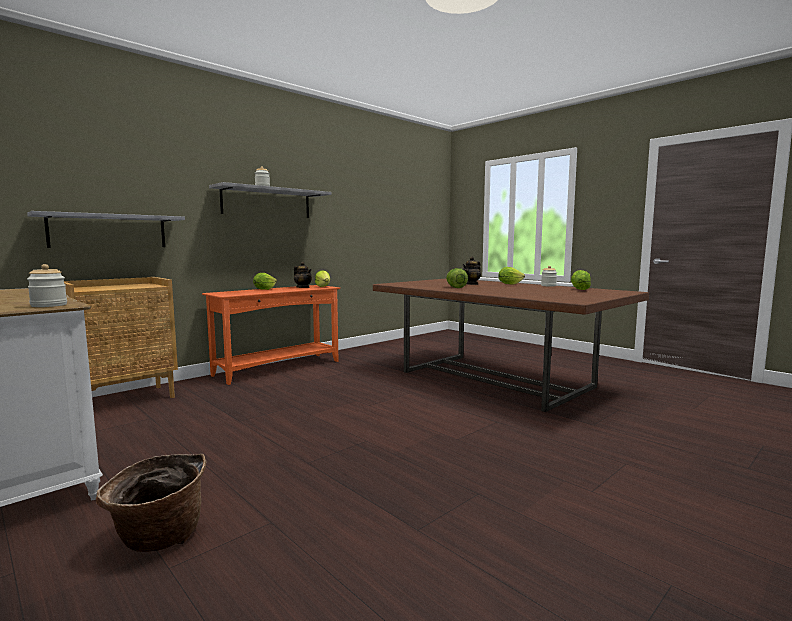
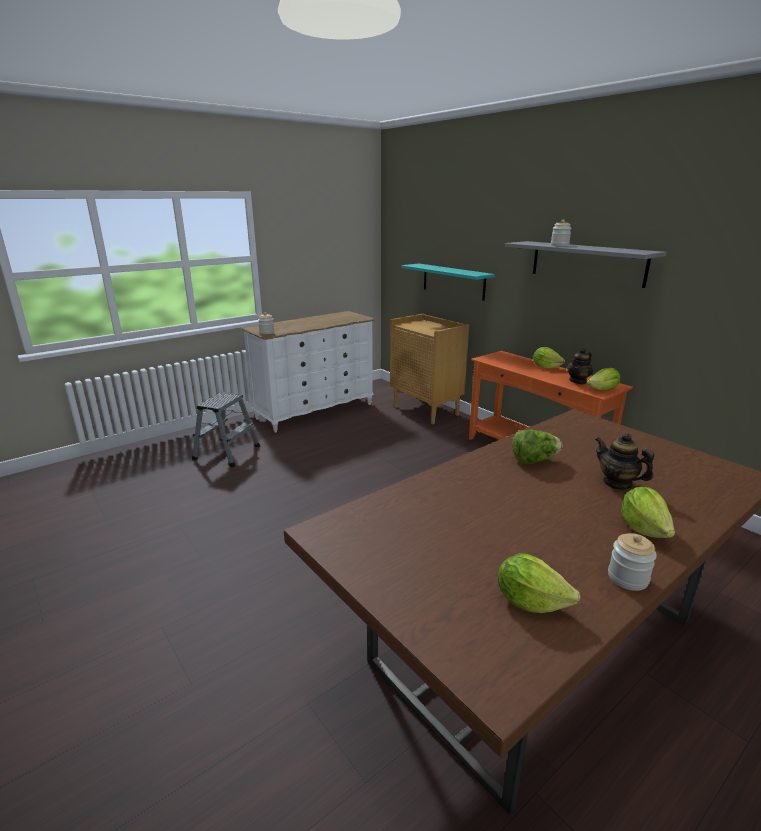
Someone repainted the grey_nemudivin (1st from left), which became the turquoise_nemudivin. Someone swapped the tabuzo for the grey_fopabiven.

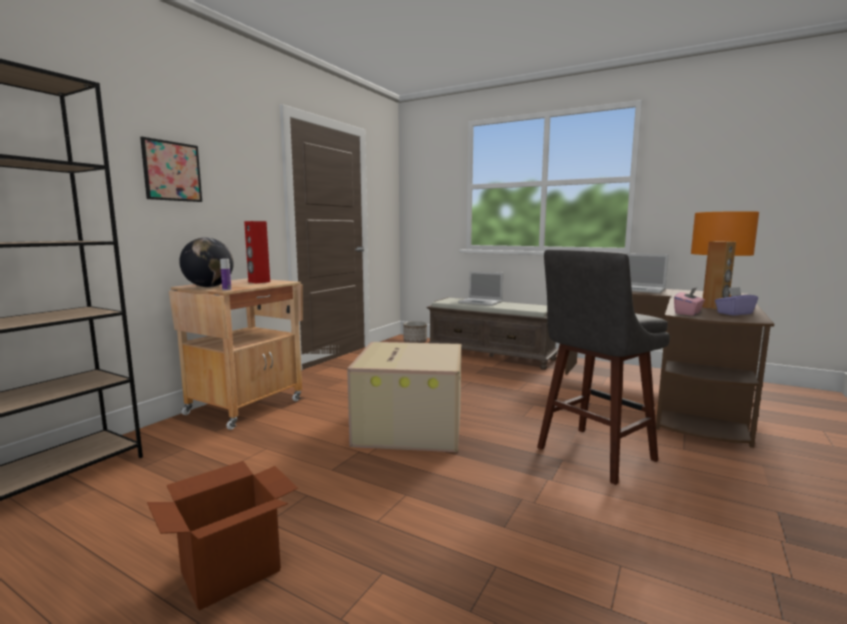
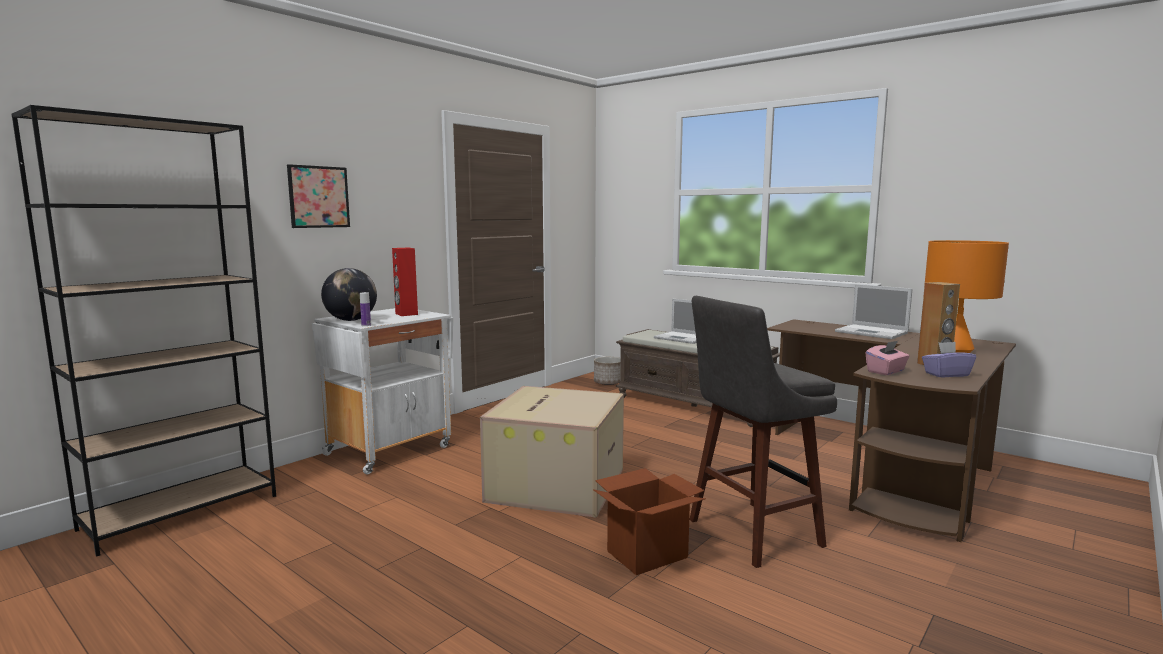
Someone carried the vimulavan (1st from left in the first image). Someone repainted the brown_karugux, which became the white_karugux.

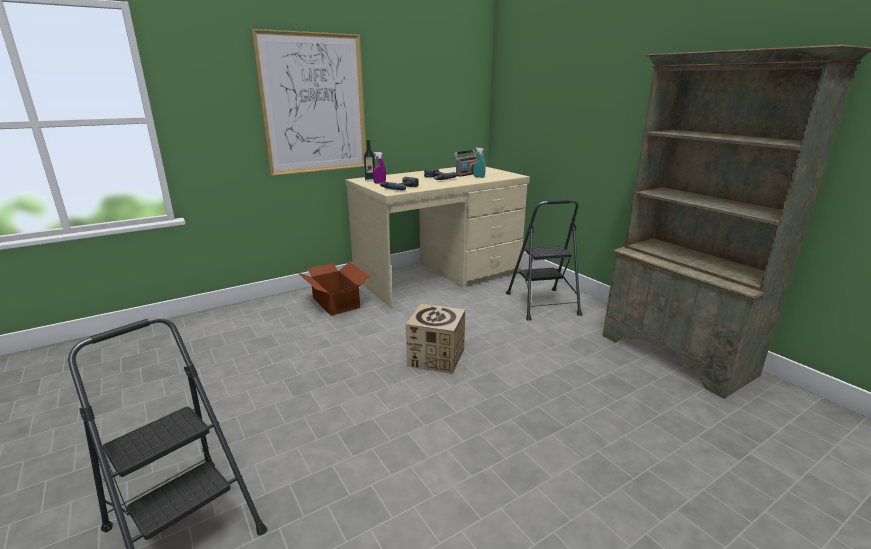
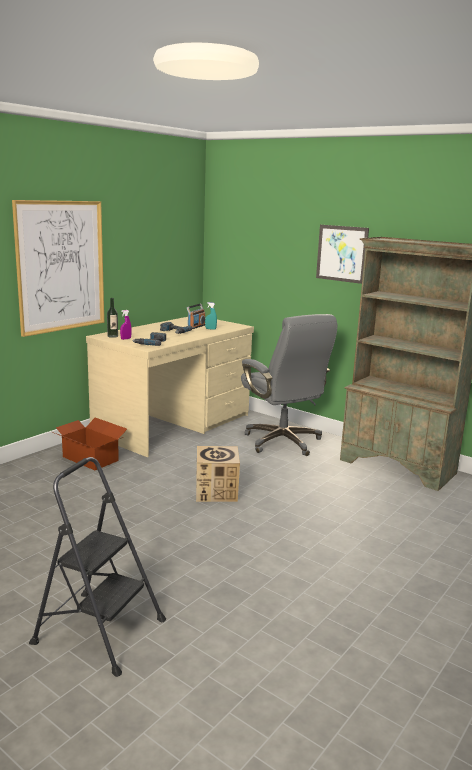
Someone swapped the black_fopabiven (2nd from left) for the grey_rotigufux. Someone put up the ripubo (2nd from left).

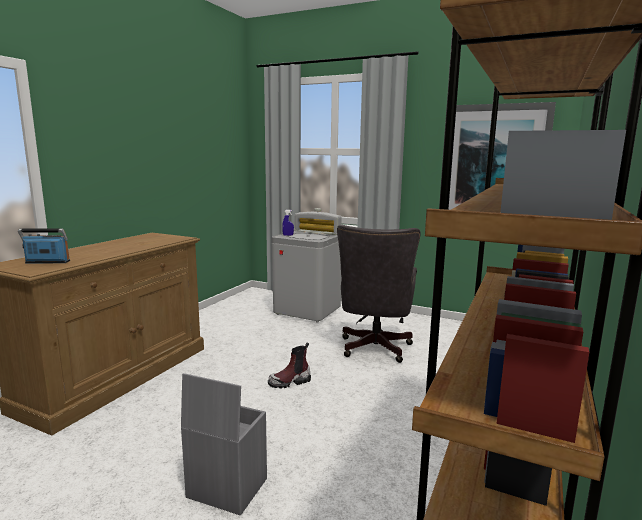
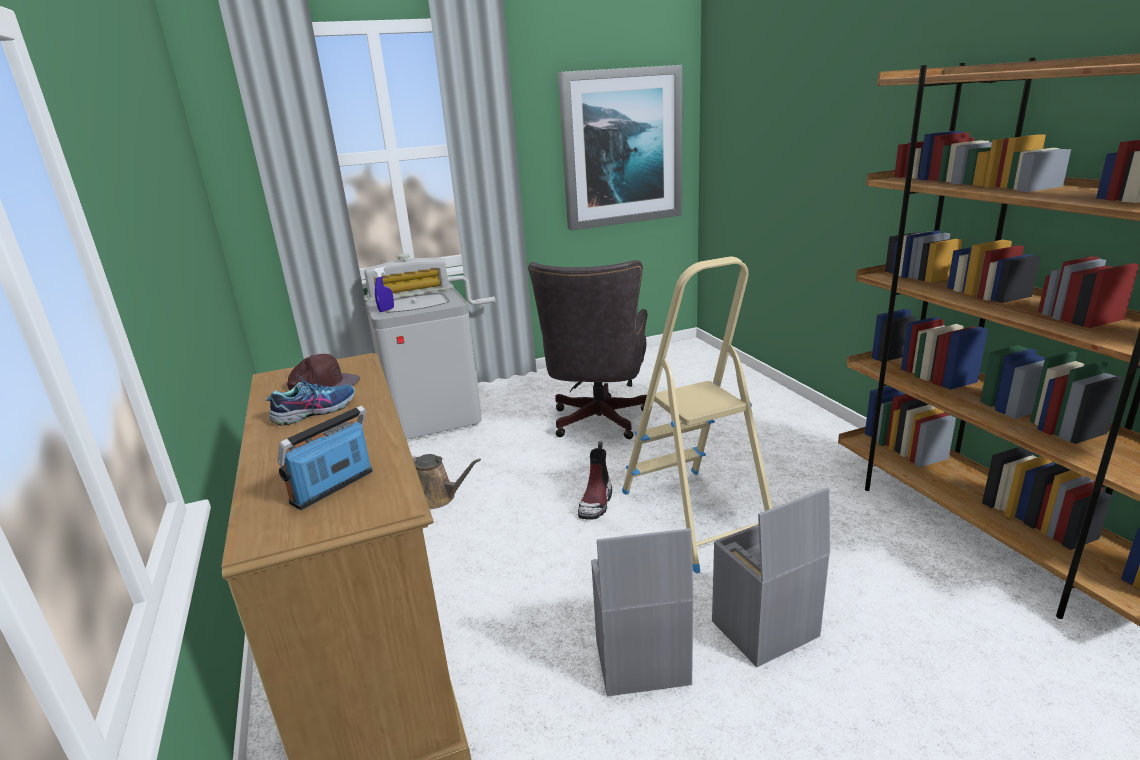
Someone rotated the grey_rotigufux by 45 degrees clockwise. Someone put down the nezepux. Someone put down the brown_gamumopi. Someone put down the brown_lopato. Someone put down the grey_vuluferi (1st from left). Someone put down the beige_fopabiven.

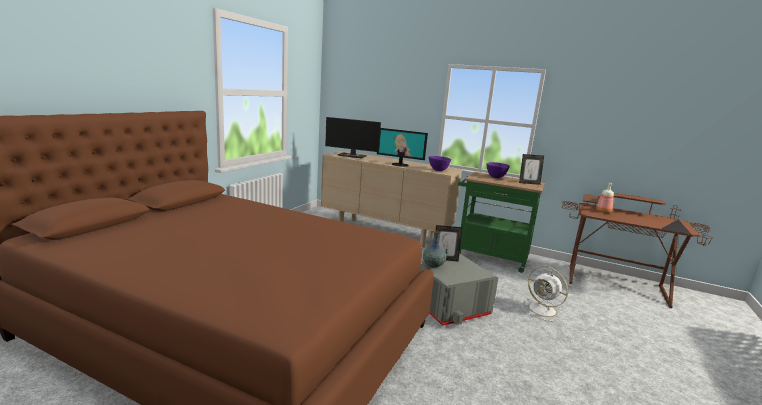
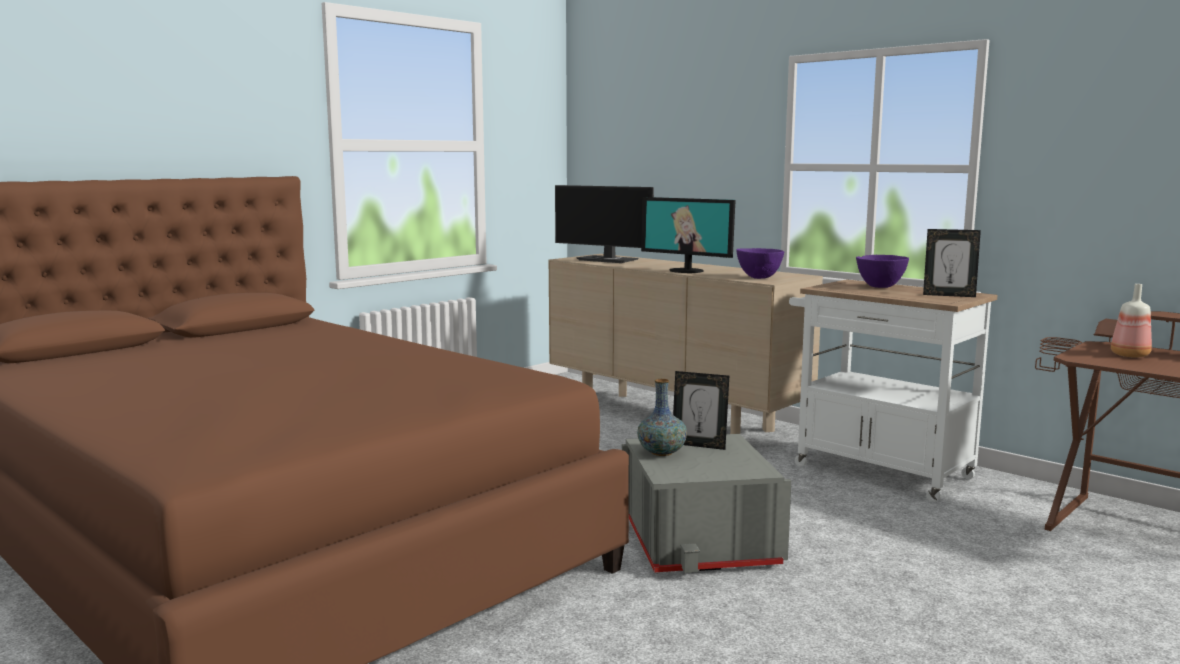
Someone repainted the green_karugux, which became the white_karugux. Someone took away the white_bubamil.

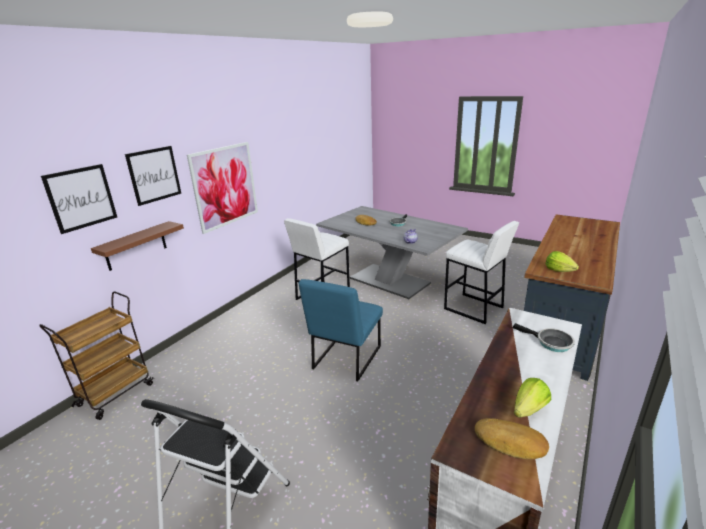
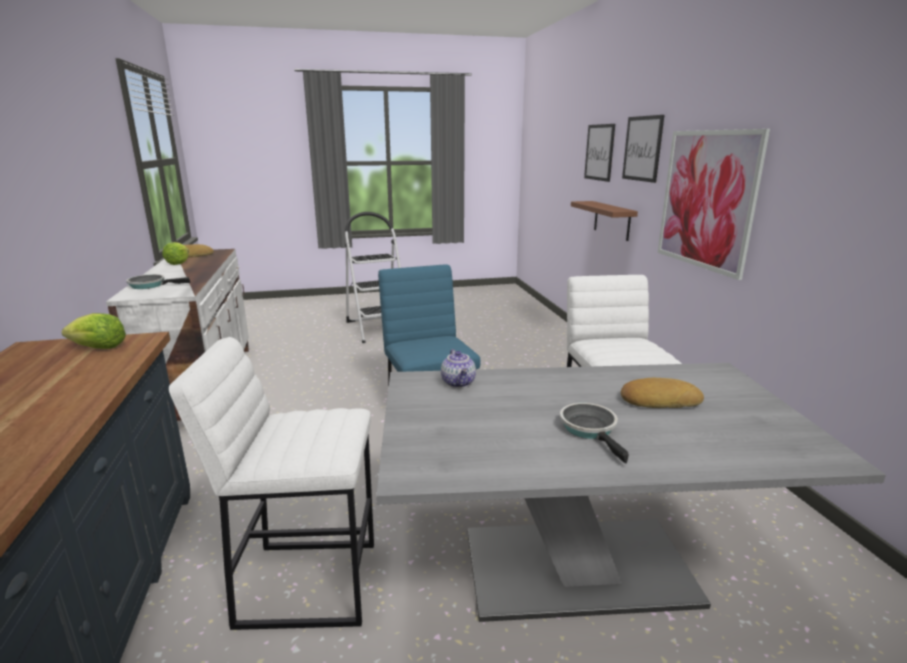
Someone took away the brown_karugux.

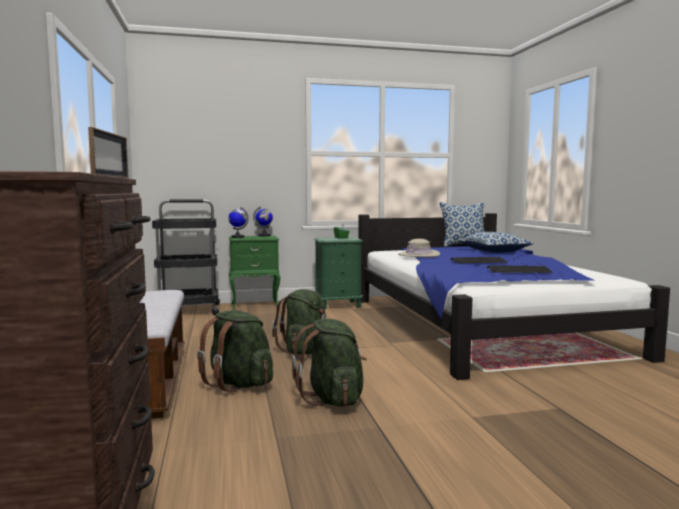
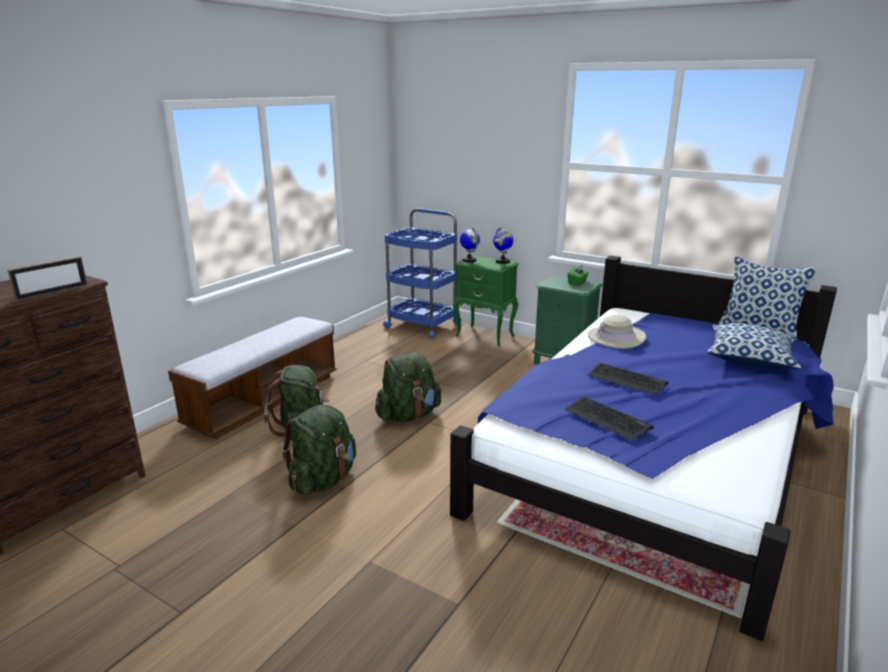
Someone repainted the black_karugux, which became the blue_karugux.

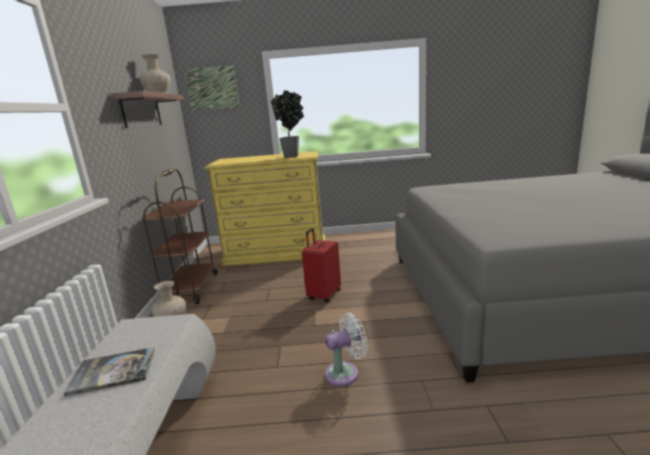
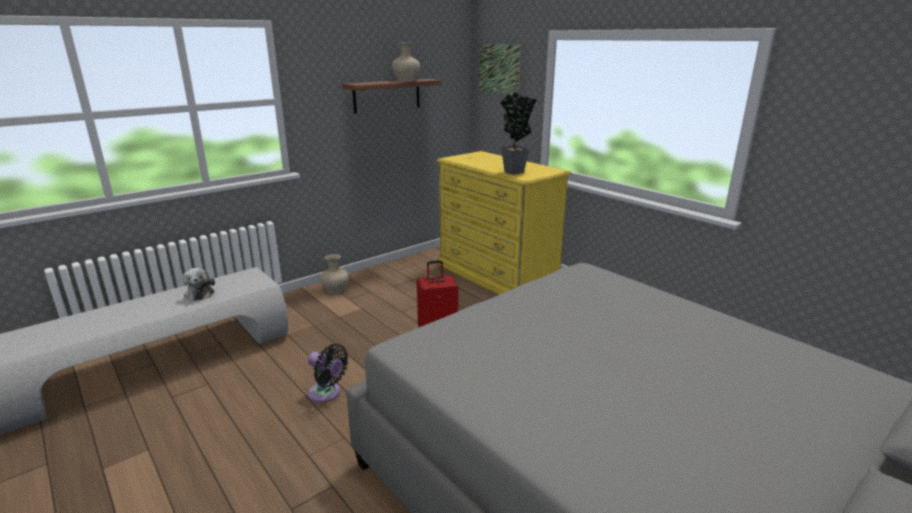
Someone swapped the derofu for the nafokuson. Someone took away the brown_karugux. Someone repainted the white_bubamil, which became the black_bubamil.

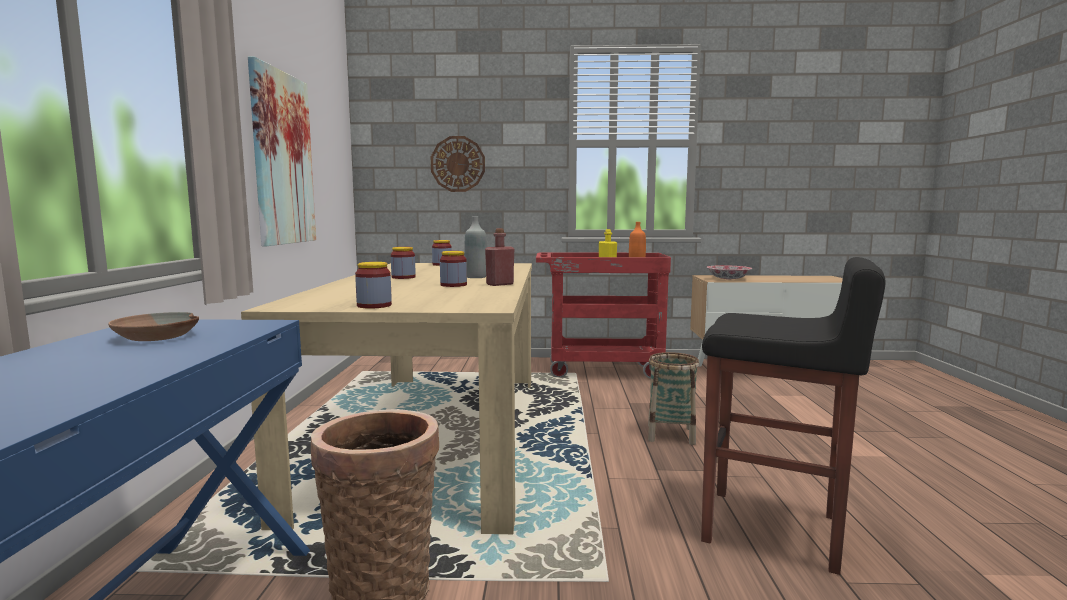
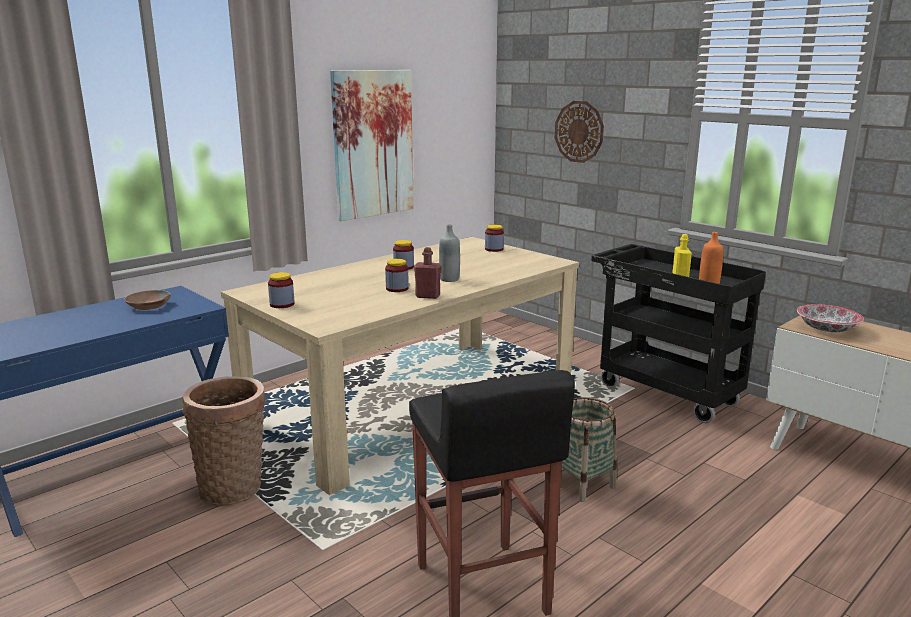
Someone repainted the red_karugux, which became the black_karugux.

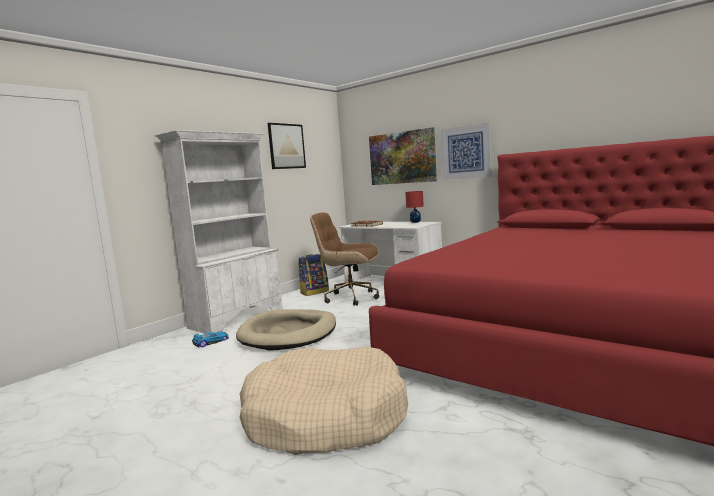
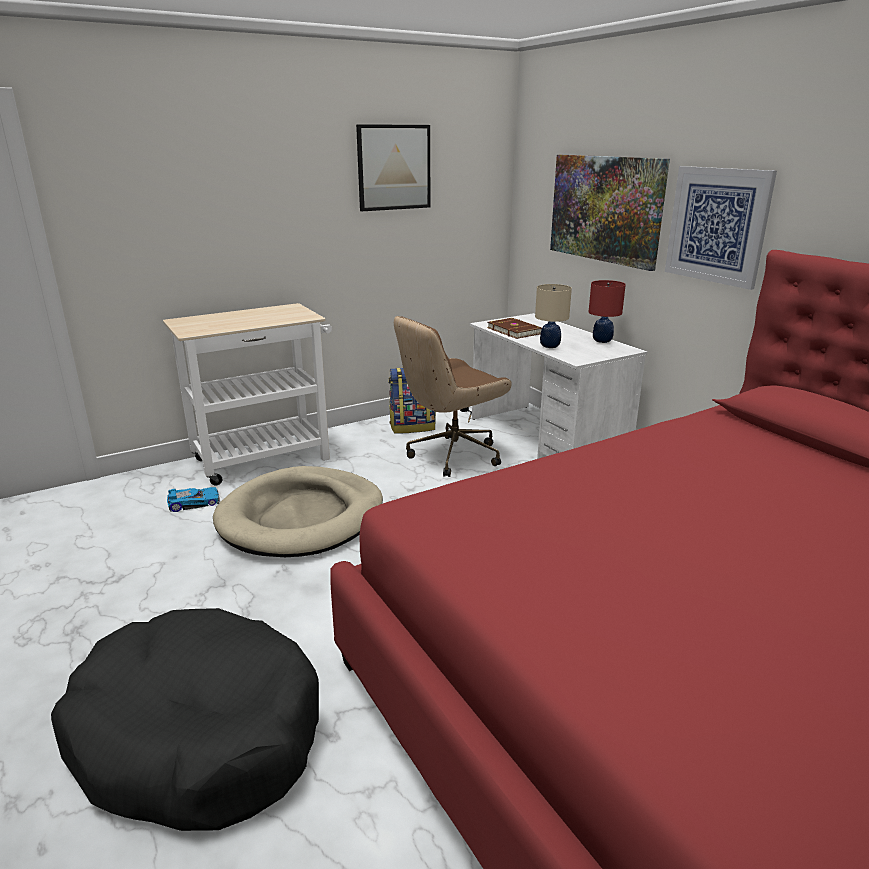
Someone swapped the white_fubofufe for the white_karugux. Someone repainted the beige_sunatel (2nd from left), which became the black_sunatel. Someone rotated the brown_rotigufux by 75 degrees counterclockwise. Someone put down the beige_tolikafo.

